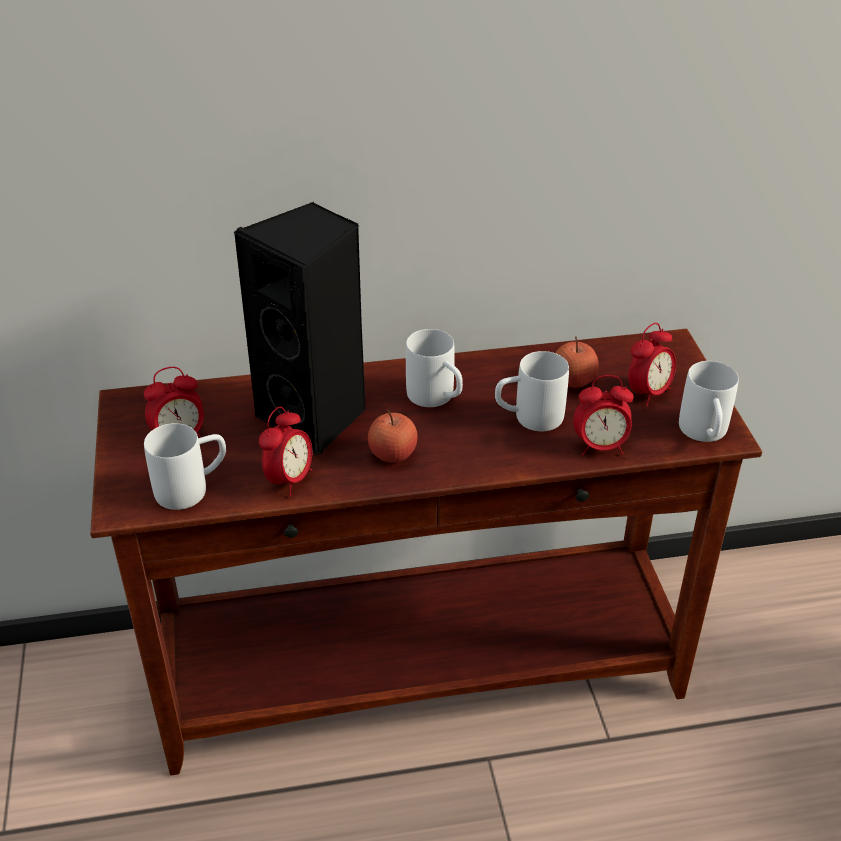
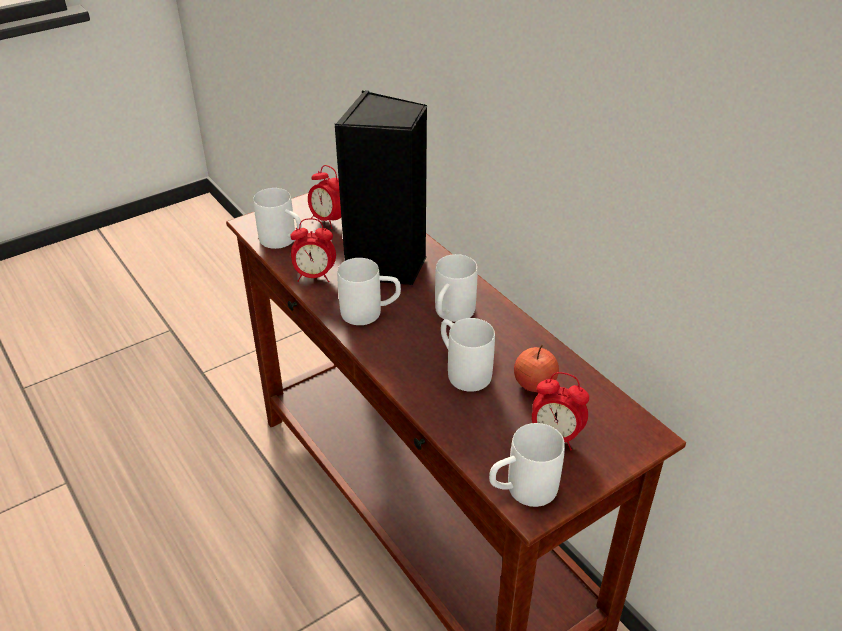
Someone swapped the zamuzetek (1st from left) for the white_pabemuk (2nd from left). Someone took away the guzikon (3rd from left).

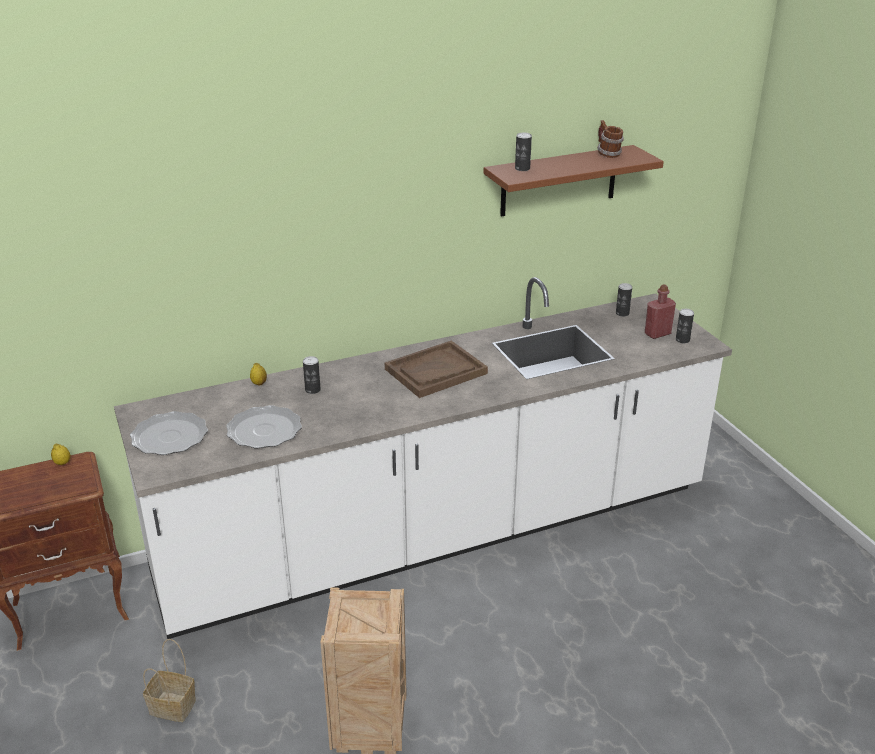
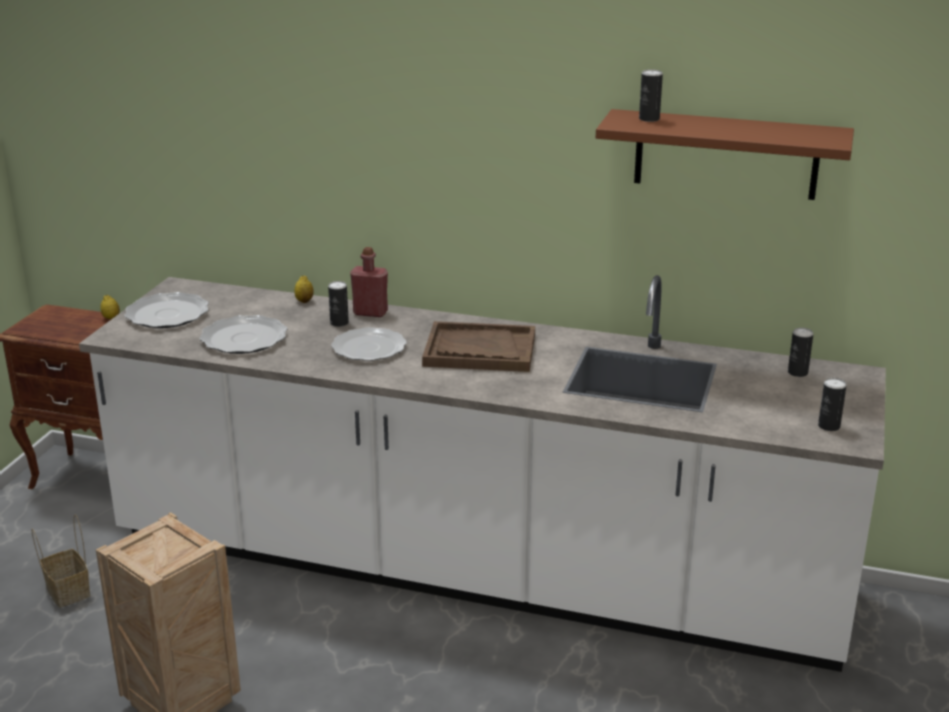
Someone took away the pabemuk. Someone carried the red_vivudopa. Someone put down the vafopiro (3rd from left).

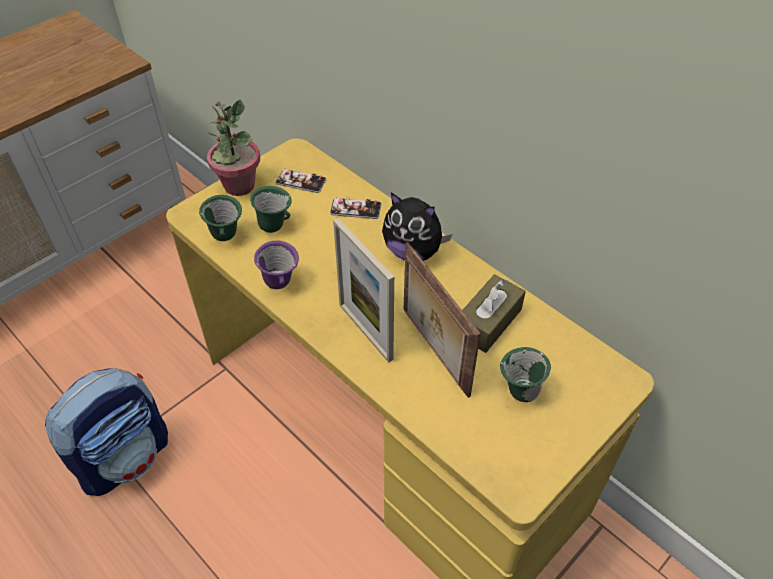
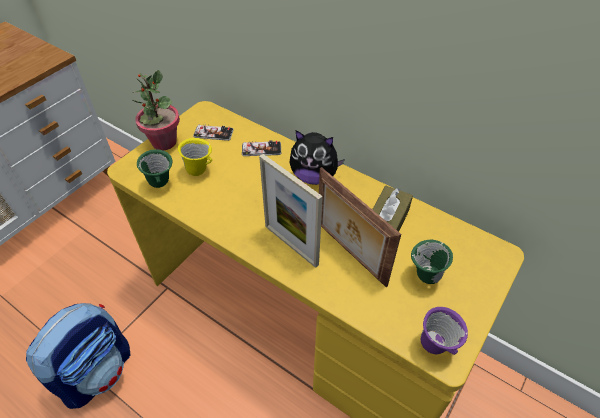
Someone repainted the green_pabemuk (2nd from left), which became the yellow_pabemuk. Someone carried the purple_pabemuk.

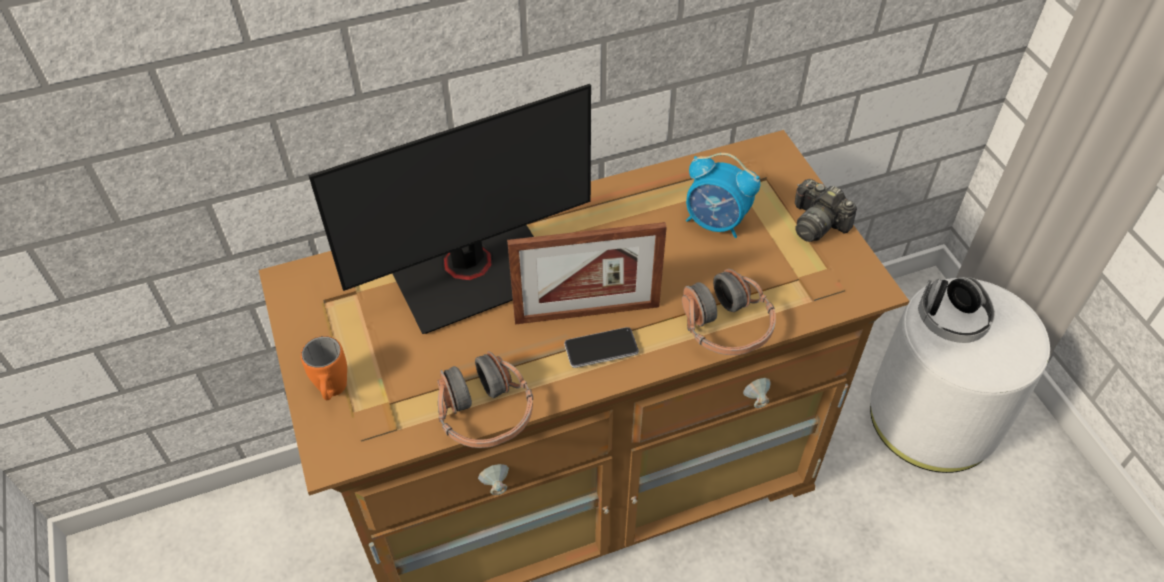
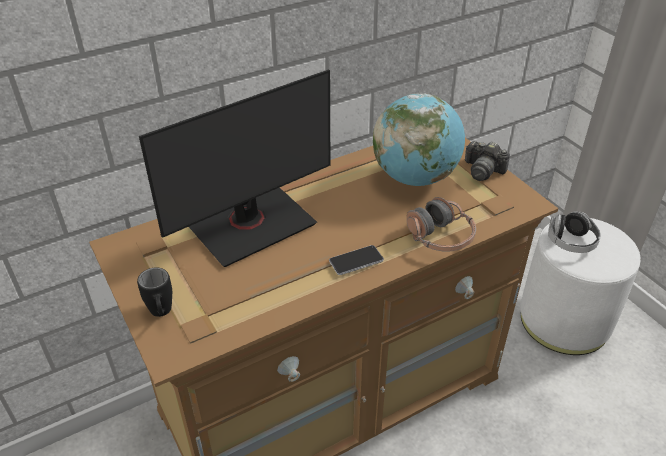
Someone repainted the orange_pabemuk, which became the black_pabemuk. Someone took away the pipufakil (1st from left). Someone took away the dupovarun. Someone swapped the guzikon for the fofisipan.

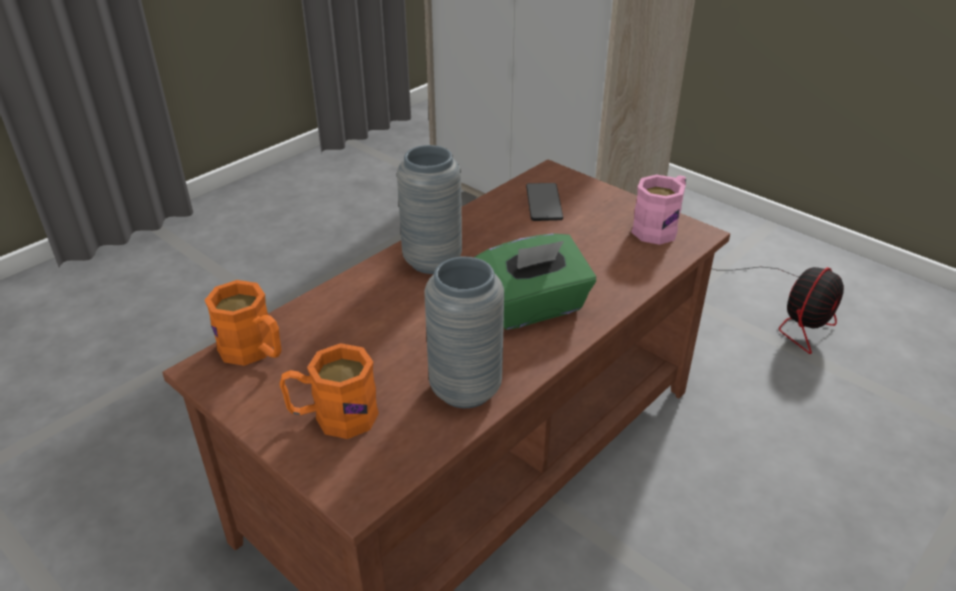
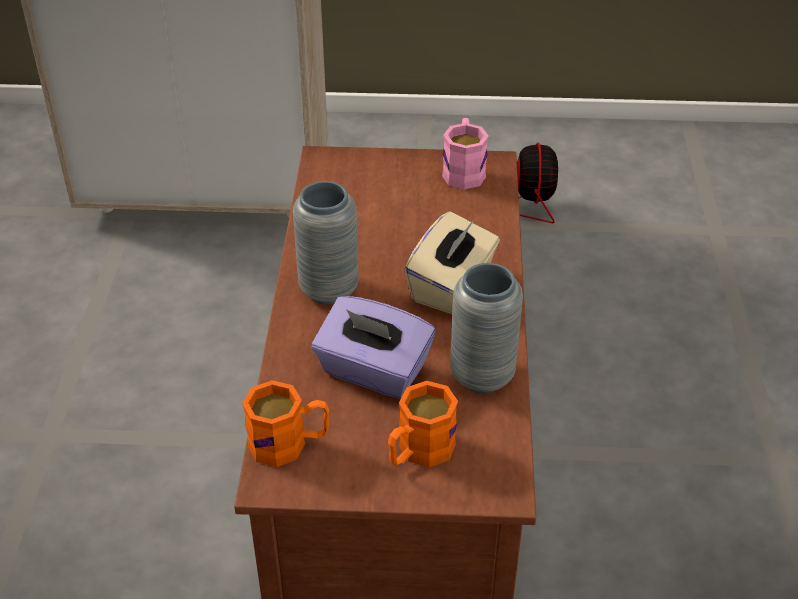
Someone repainted the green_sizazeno, which became the beige_sizazeno. Someone took away the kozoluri. Someone put down the purple_sizazeno.

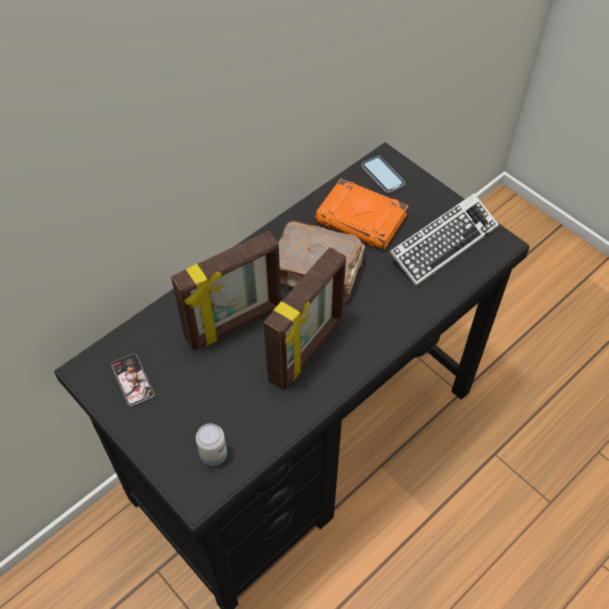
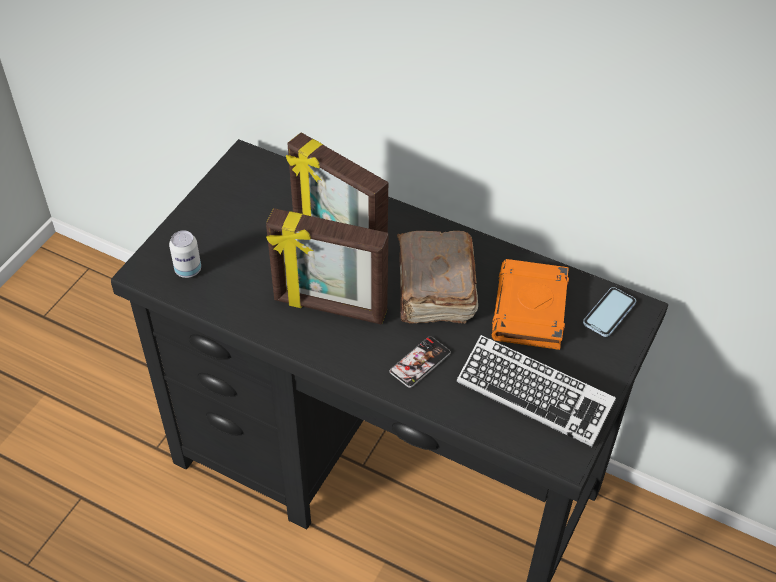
Someone carried the kozoluri (1st from left).

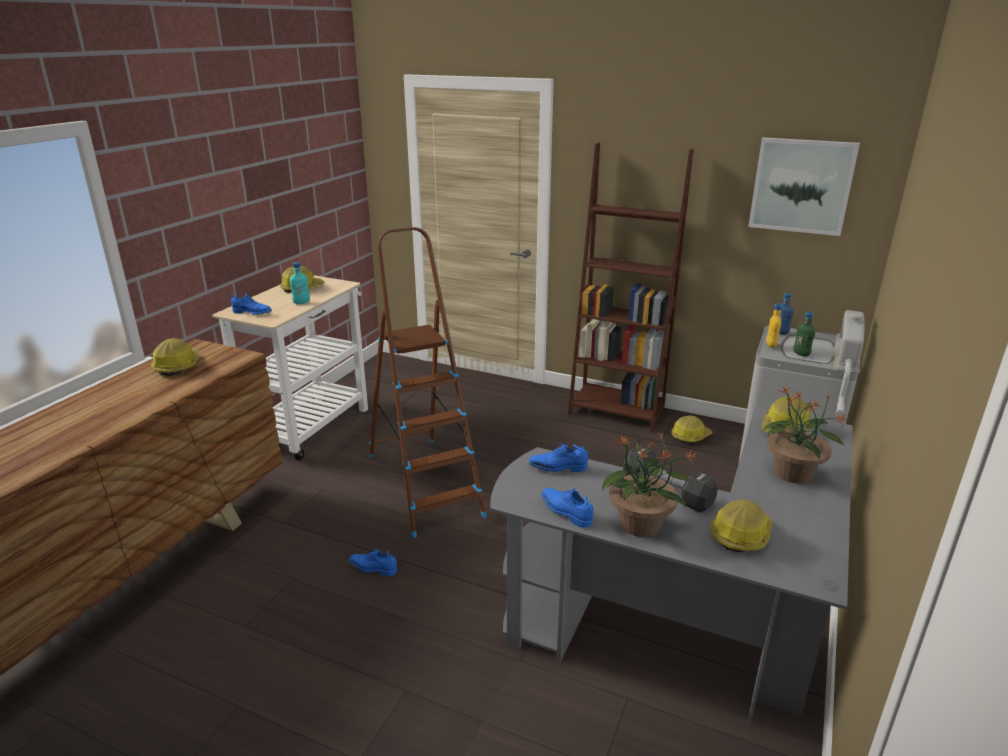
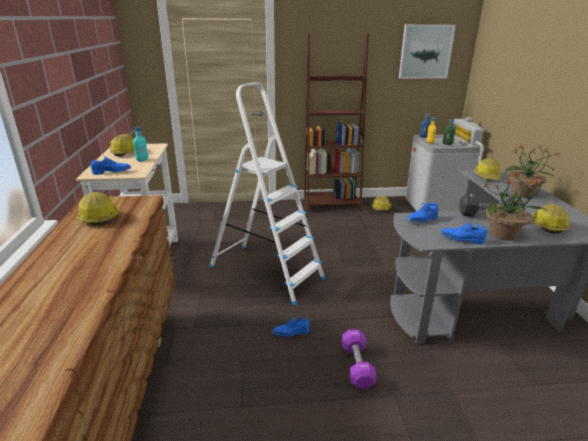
Someone repainted the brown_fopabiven, which became the white_fopabiven. Someone put down the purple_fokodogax.

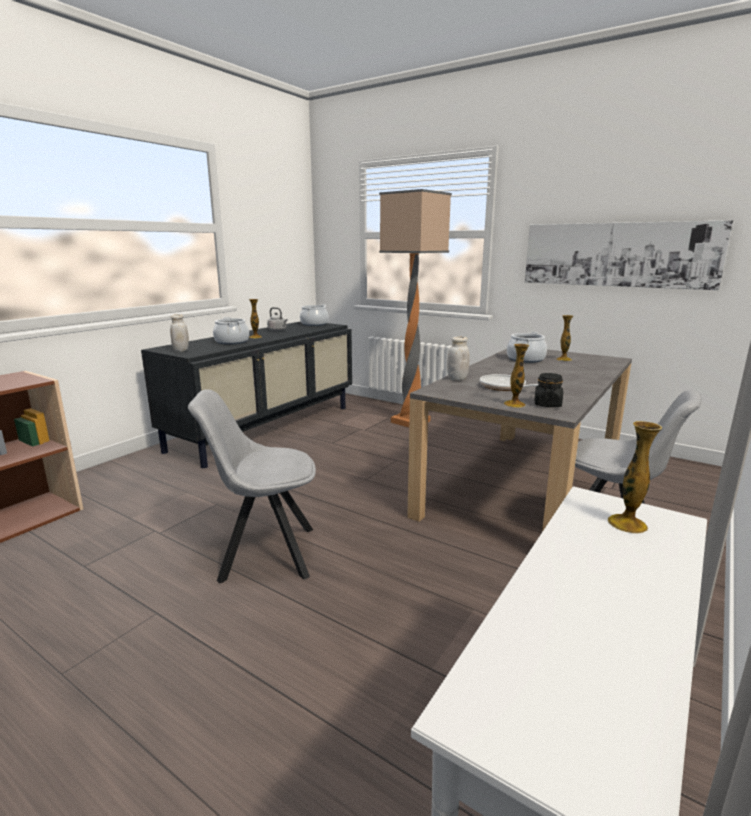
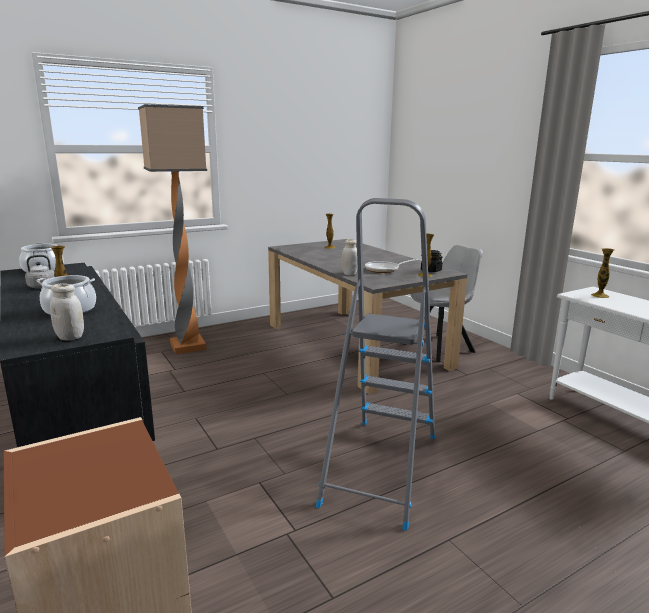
Someone swapped the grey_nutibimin (1st from left) for the grey_fopabiven. Someone took away the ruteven (3rd from left). Someone took away the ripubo.

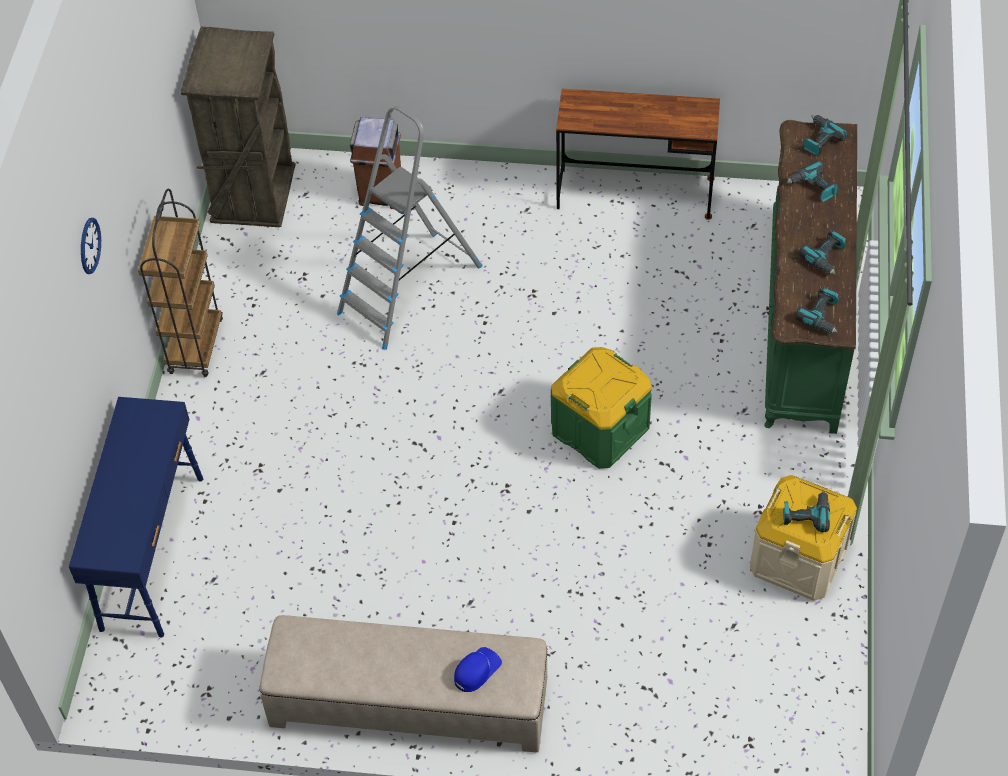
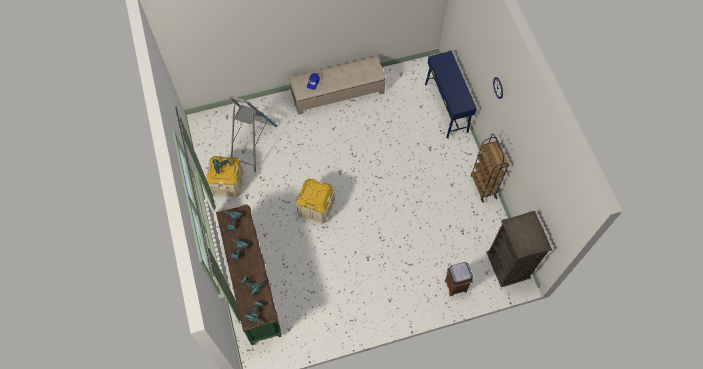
Someone carried the grey_fopabiven. Someone repainted the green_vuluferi, which became the beige_vuluferi (2nd from left). Someone took away the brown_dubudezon.

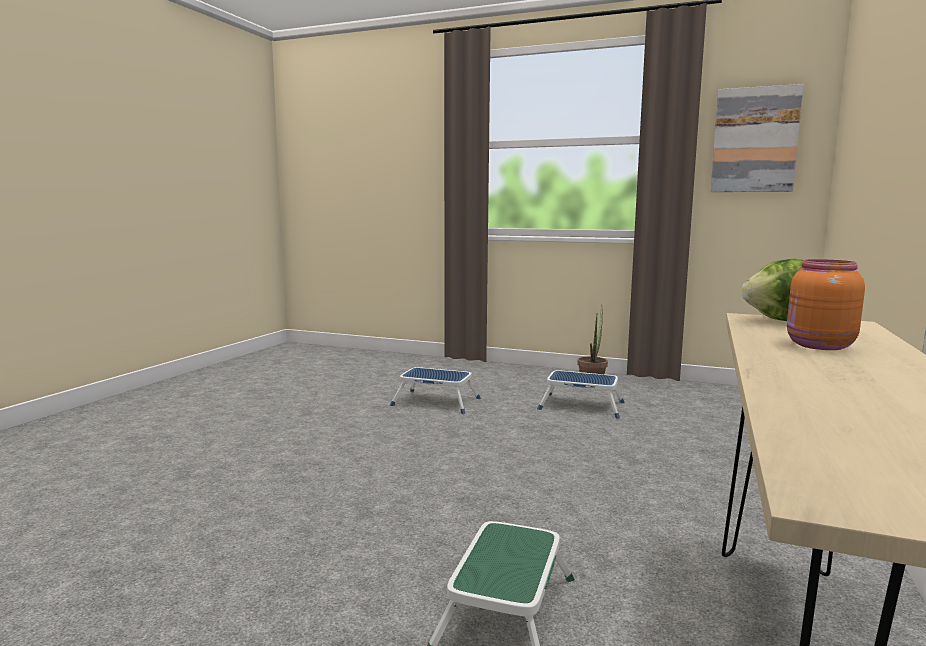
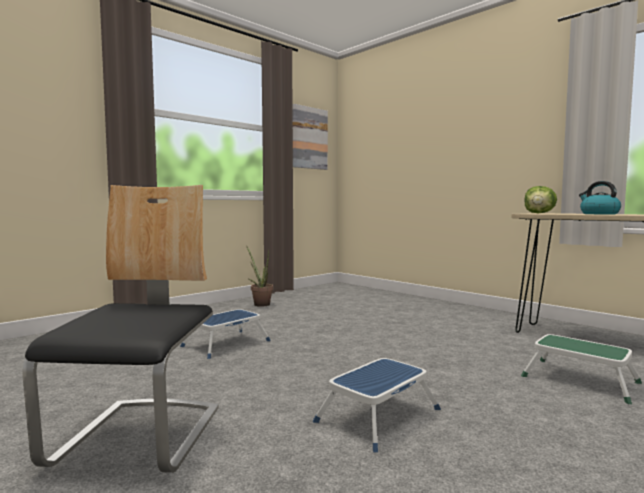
Someone carried the blue_fopabiven (2nd from left). Someone swapped the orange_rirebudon for the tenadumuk. Someone put down the nutibimin.

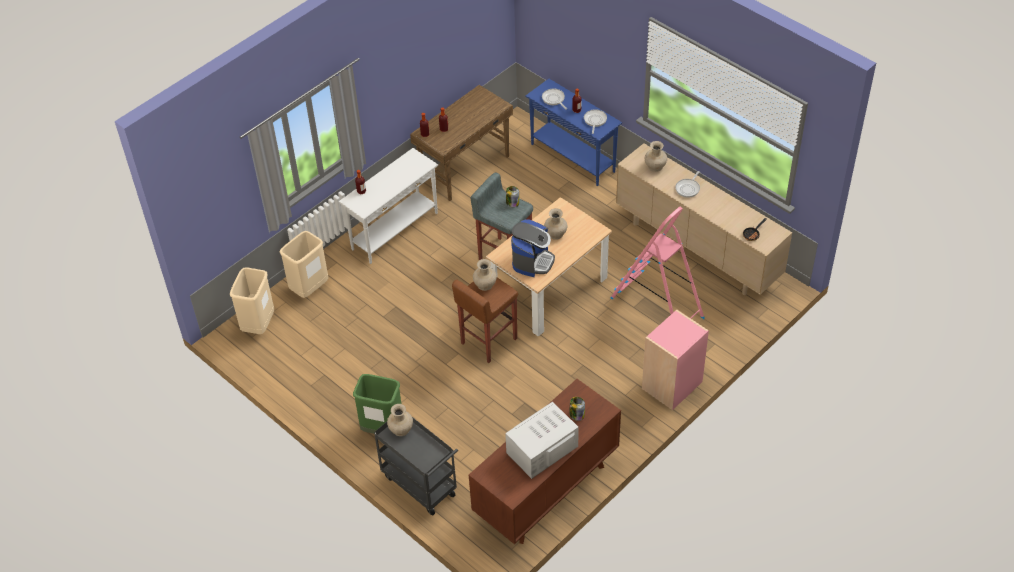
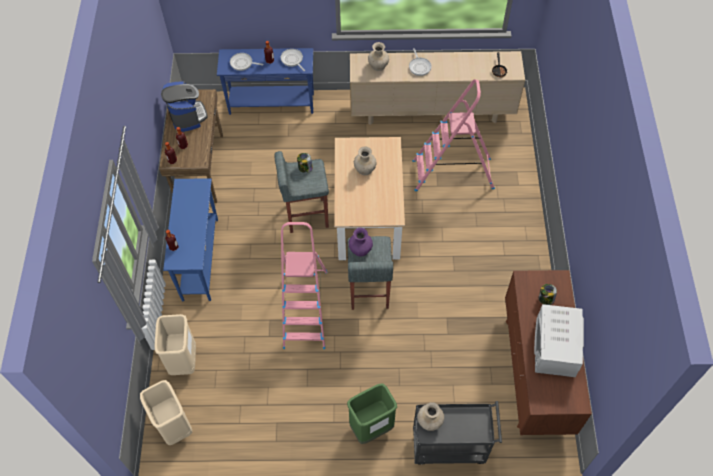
Someone repainted the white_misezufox, which became the blue_misezufox (1st from left). Someone repainted the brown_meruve, which became the grey_meruve (2nd from left). Someone repainted the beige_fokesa (2nd from left), which became the purple_fokesa. Someone carried the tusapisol. Someone took away the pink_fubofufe. Someone put down the pink_fopabiven (1st from left).

